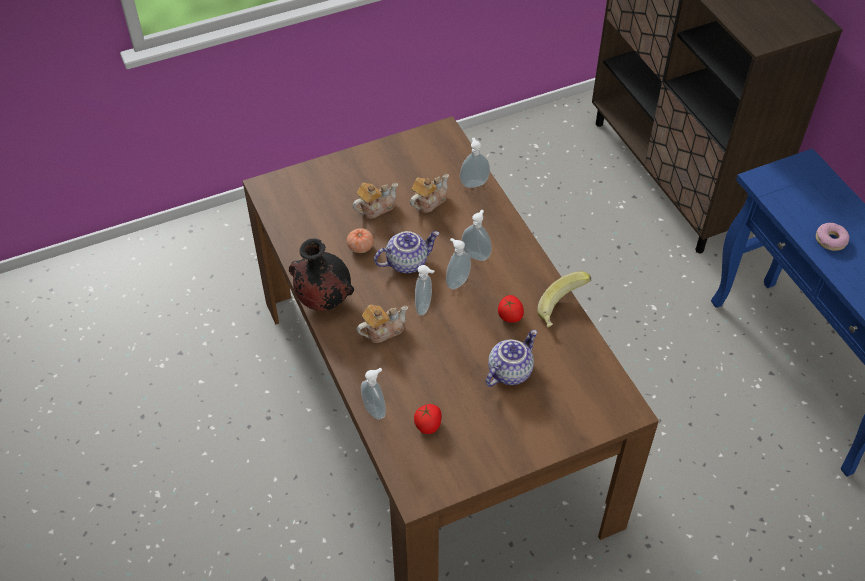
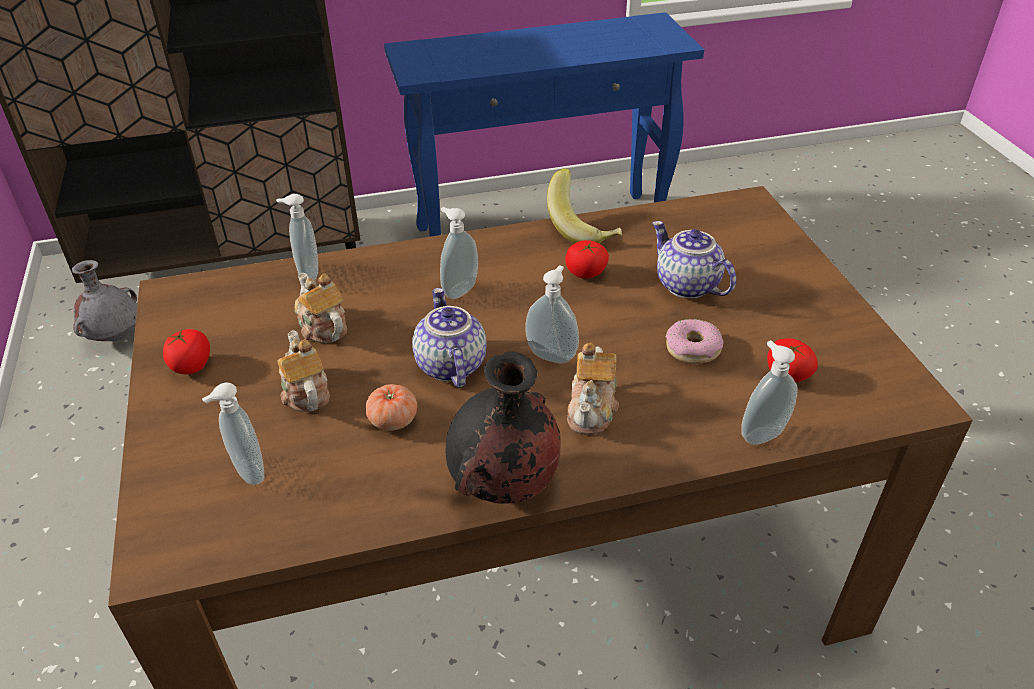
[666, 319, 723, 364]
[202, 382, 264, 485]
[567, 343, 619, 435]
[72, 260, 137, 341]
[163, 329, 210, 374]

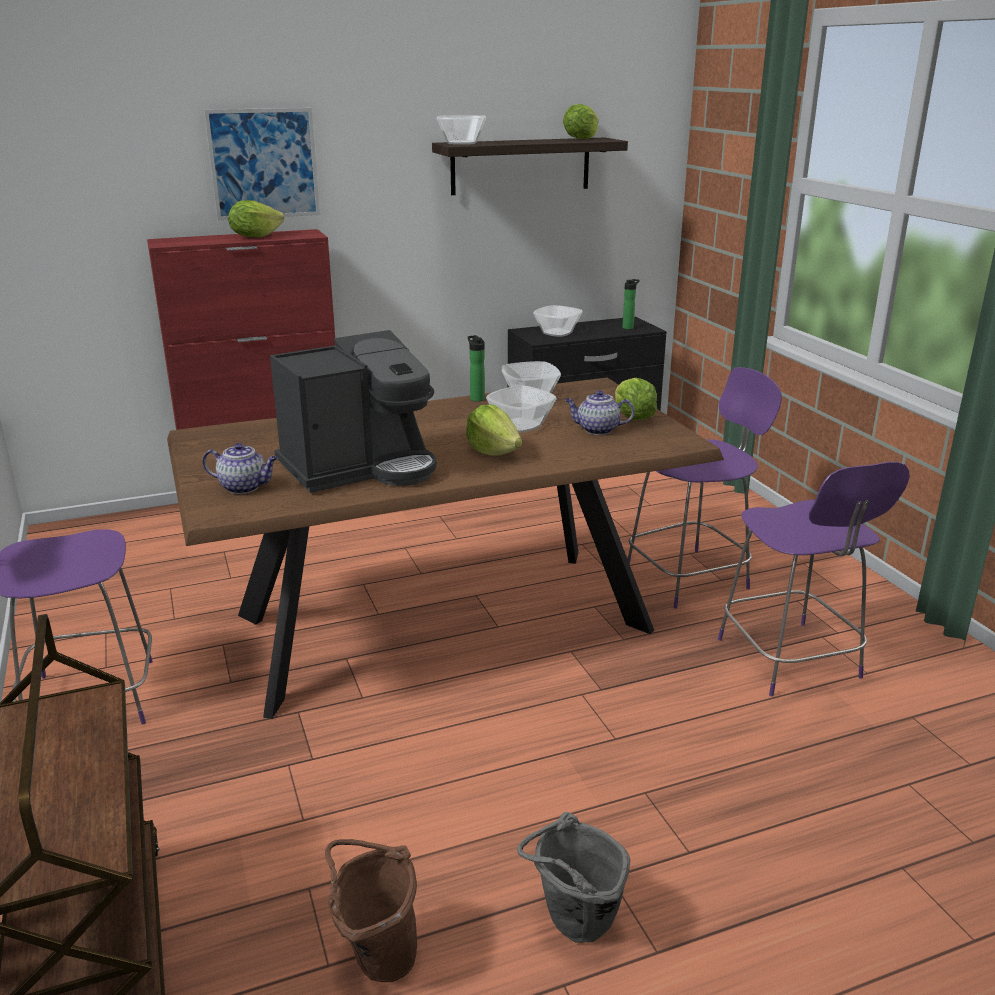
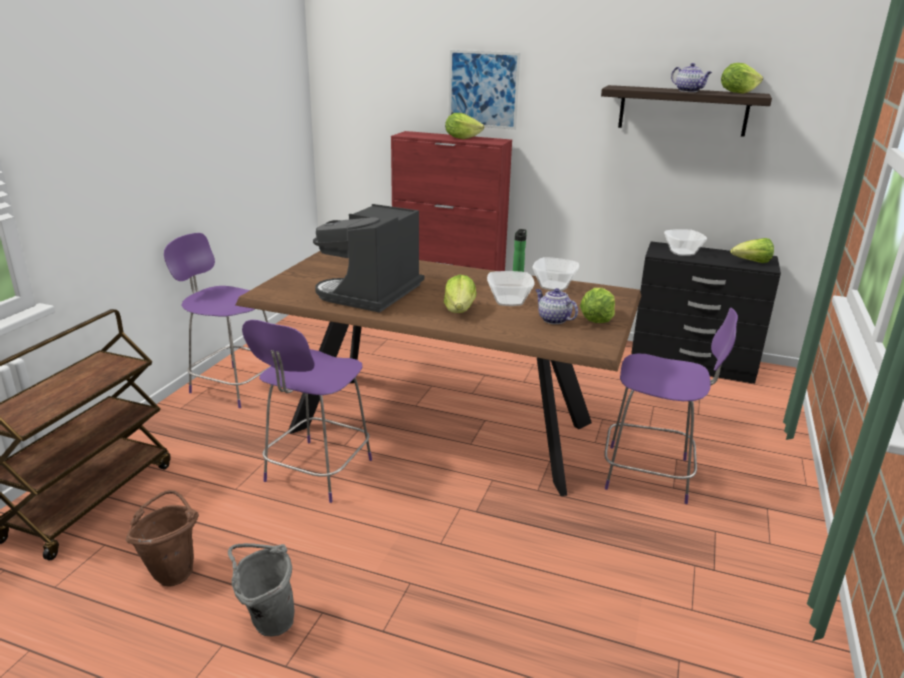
[437, 115, 486, 145] (first image)
[730, 238, 774, 263]
[313, 204, 424, 313]
[671, 63, 712, 92]
[242, 320, 372, 503]

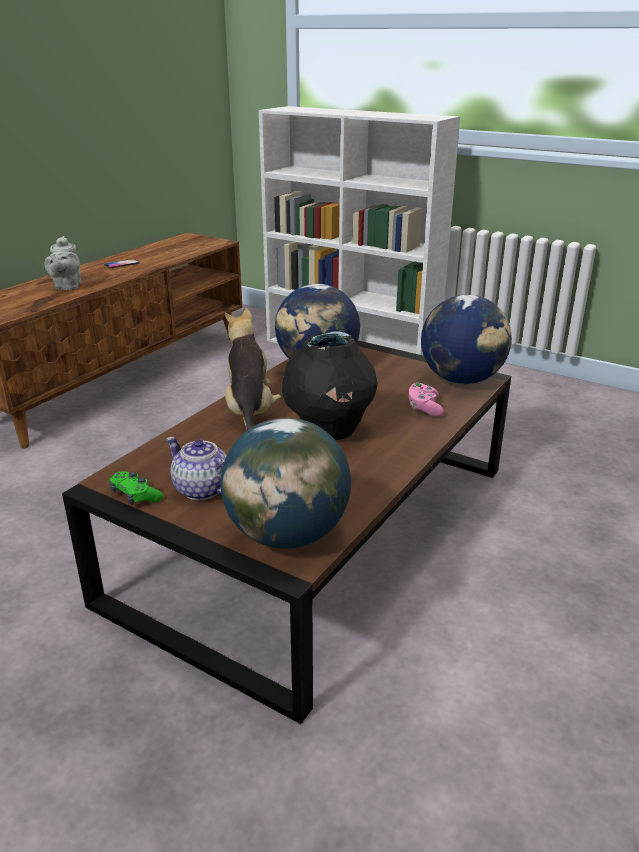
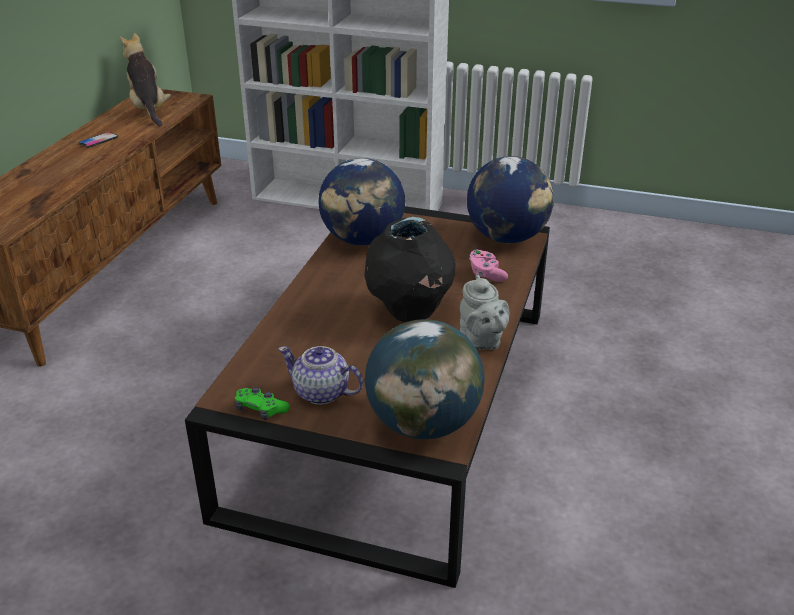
[460, 275, 510, 350]
[120, 33, 171, 126]

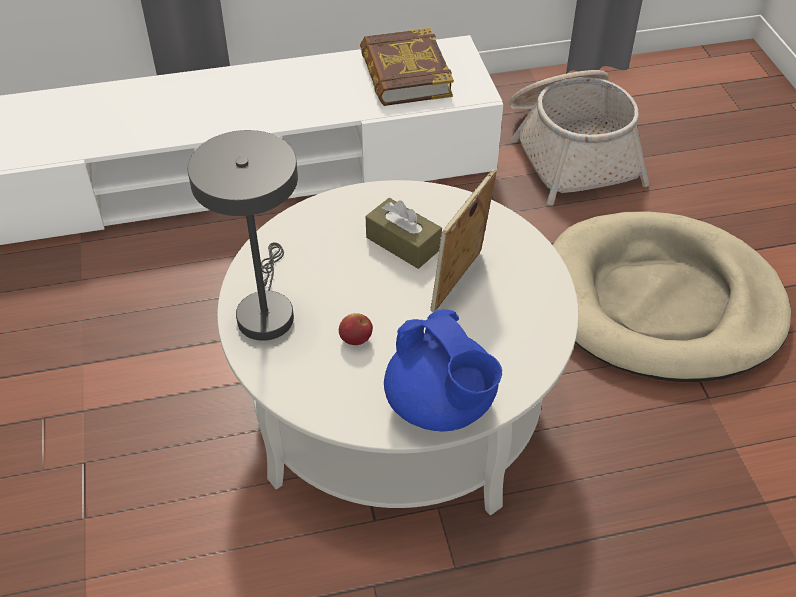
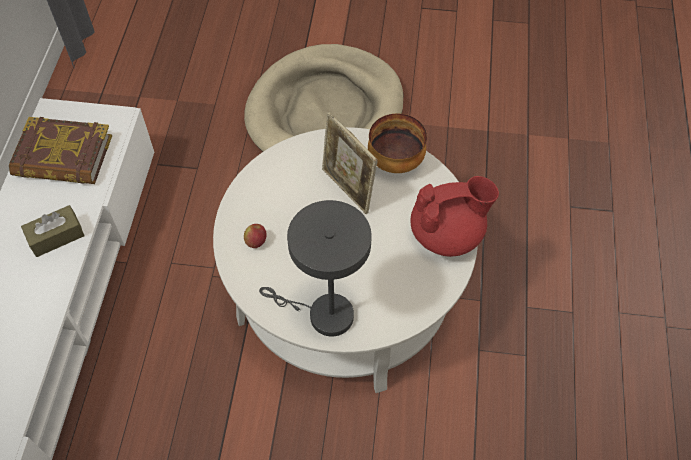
[509, 70, 650, 205] (first image)
[21, 205, 85, 257]
[411, 176, 499, 257]
[244, 224, 266, 248]
[368, 114, 427, 173]

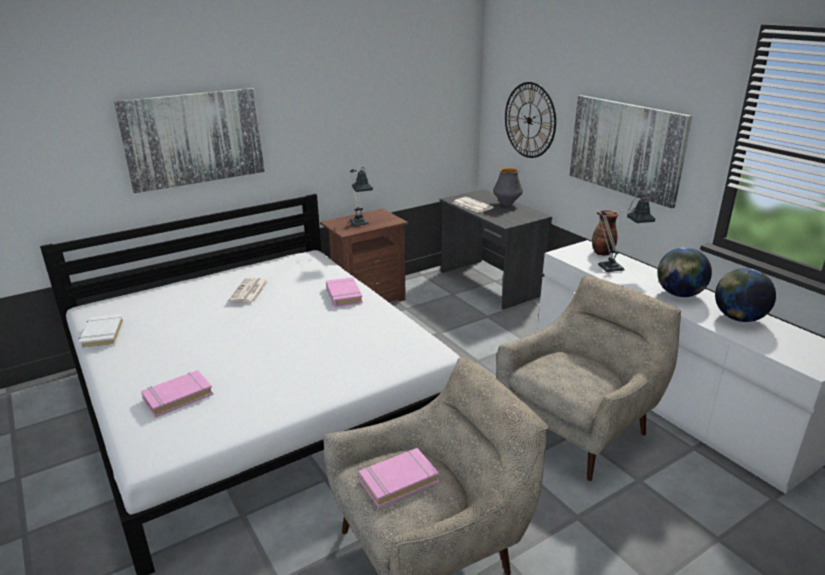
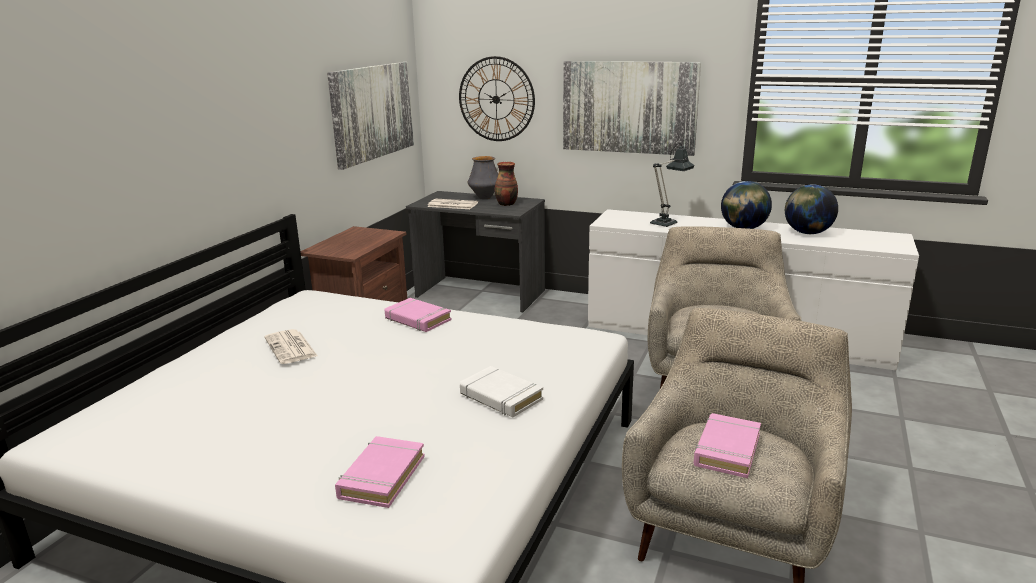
[327, 62, 414, 170]
[349, 169, 373, 226] (first image)
[495, 162, 518, 206]
[460, 366, 543, 417]

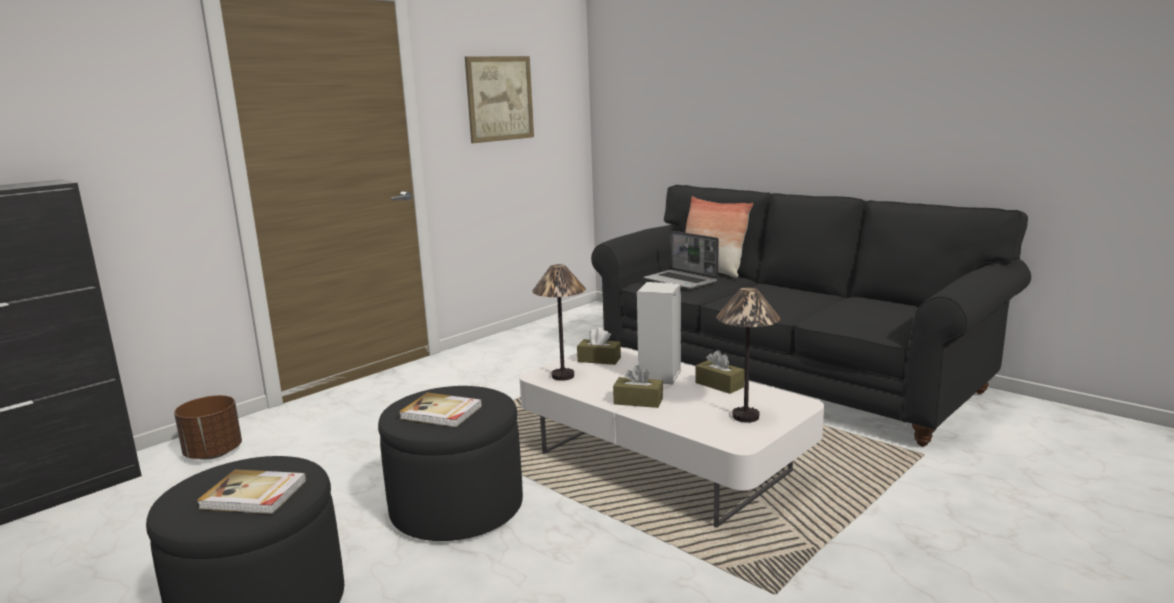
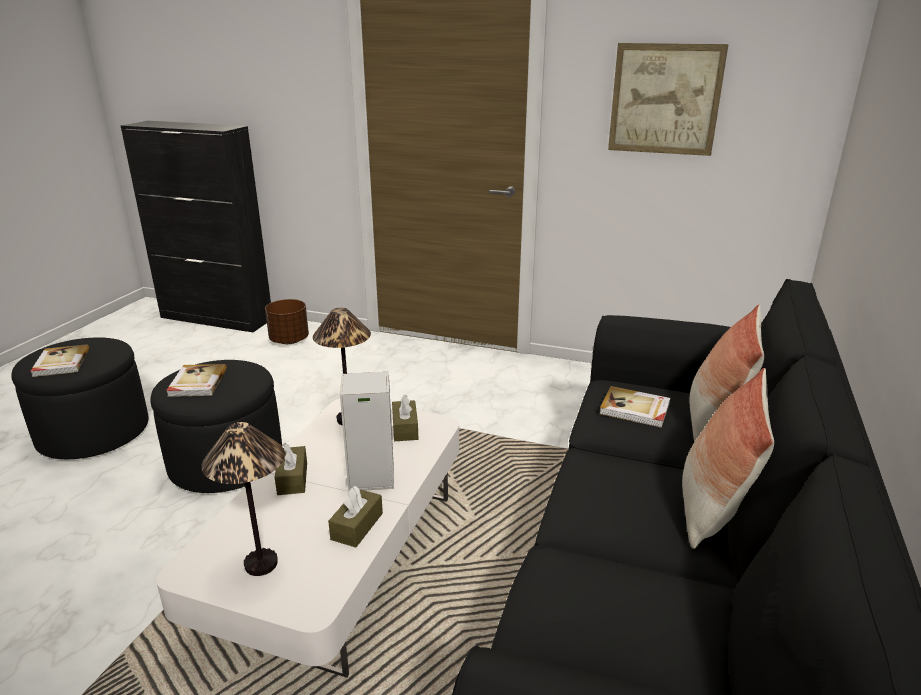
[599, 386, 670, 428]
[682, 368, 774, 549]

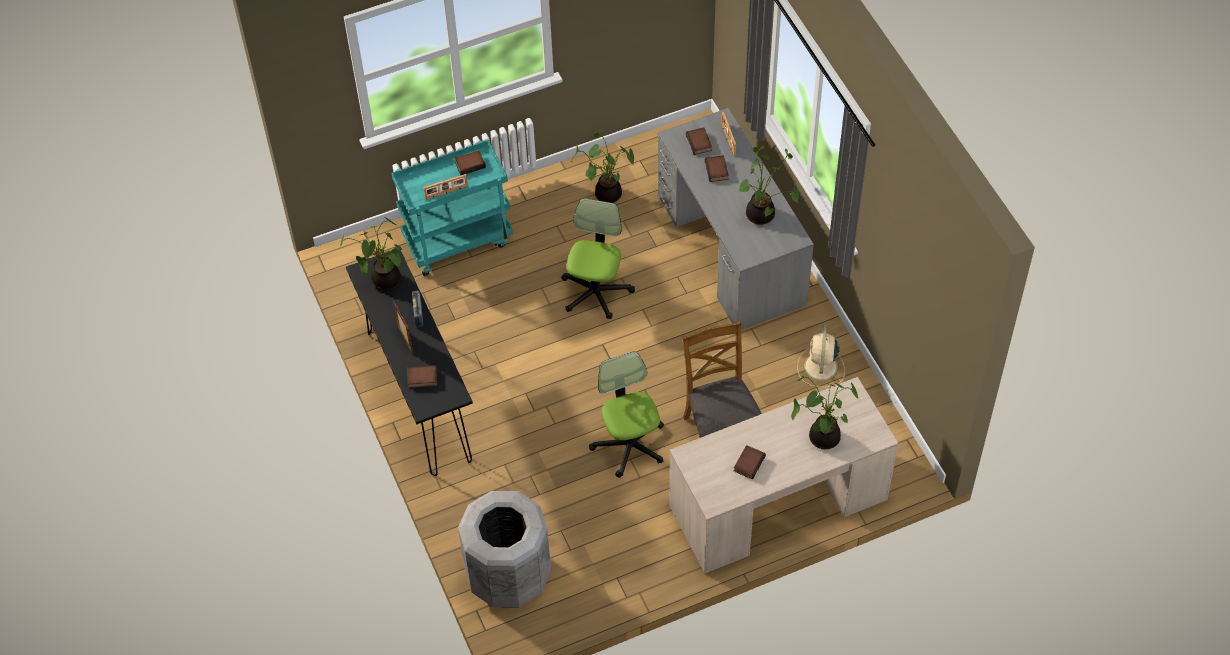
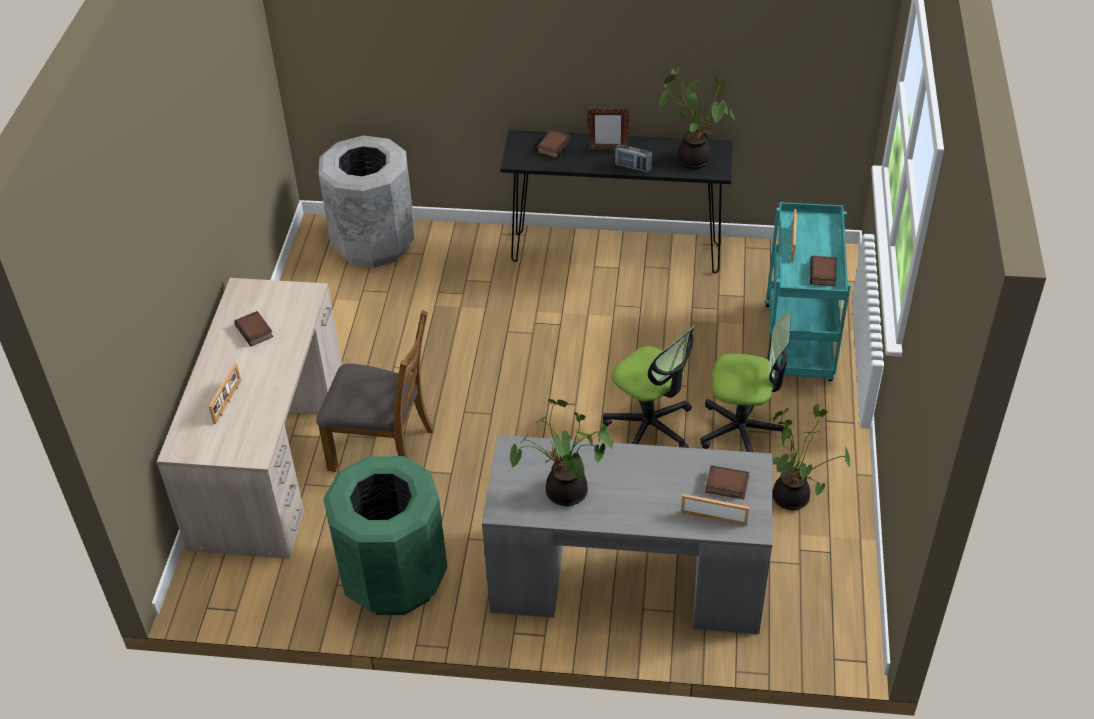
[705, 155, 729, 182] (first image)
[323, 456, 448, 615]
[701, 313, 791, 452]
[209, 363, 241, 424]

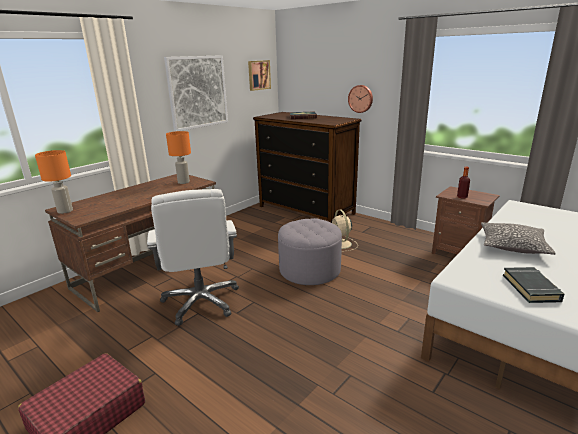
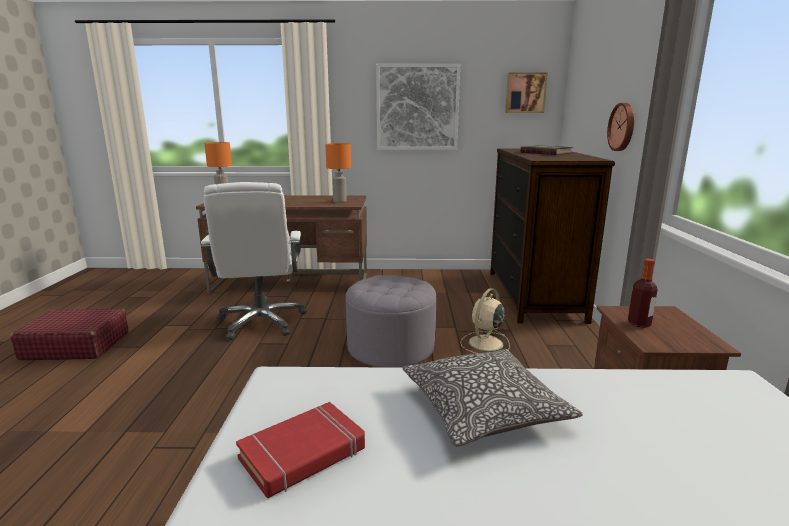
[200, 182, 307, 340]
[236, 402, 365, 498]

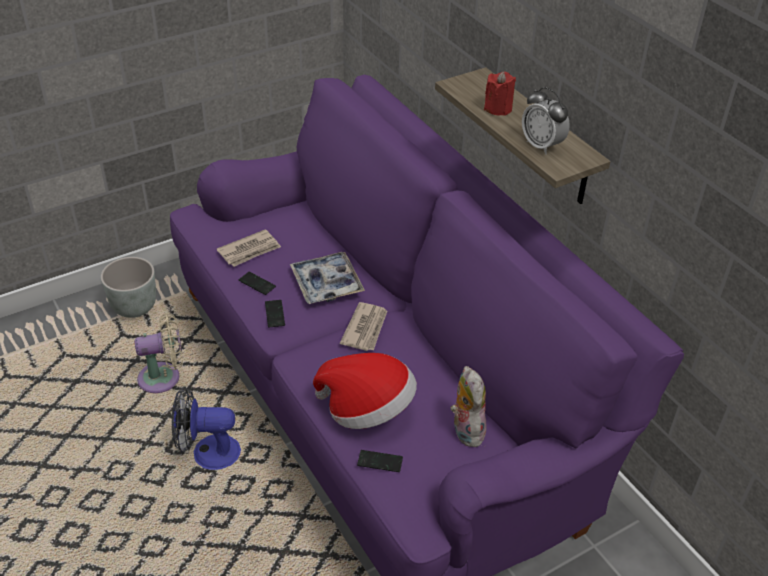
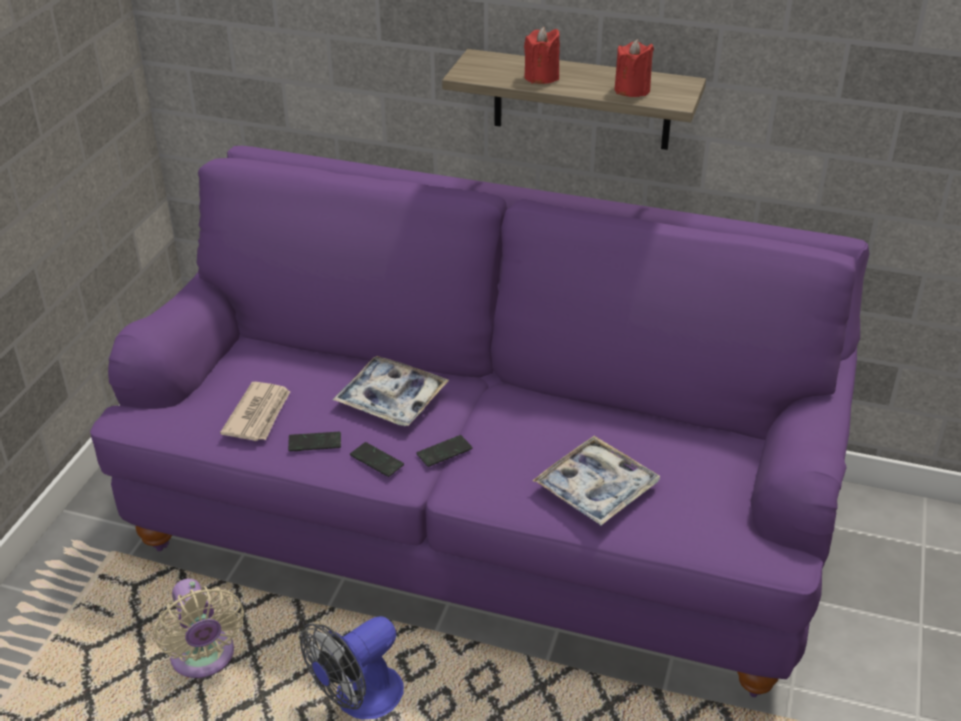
[615, 39, 654, 97]
[101, 257, 156, 318] (first image)
[340, 302, 387, 351] (first image)
[154, 578, 244, 678]
[532, 436, 660, 526]
[451, 366, 487, 447] (first image)
[416, 435, 473, 467]

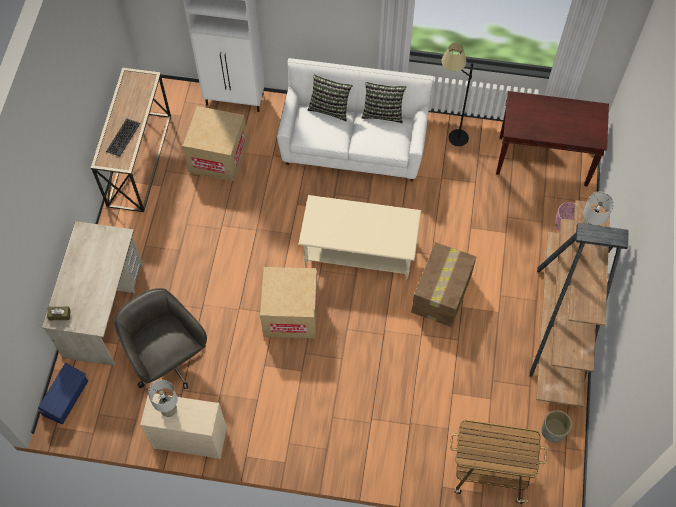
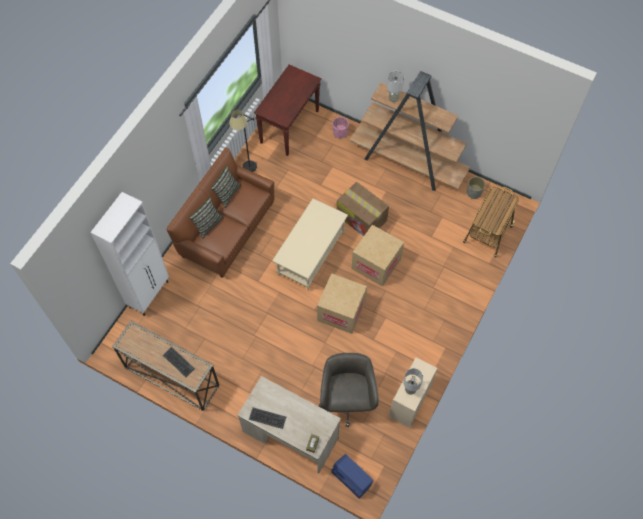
[166, 147, 274, 278]
[352, 225, 404, 287]
[319, 353, 379, 427]
[249, 408, 286, 429]

